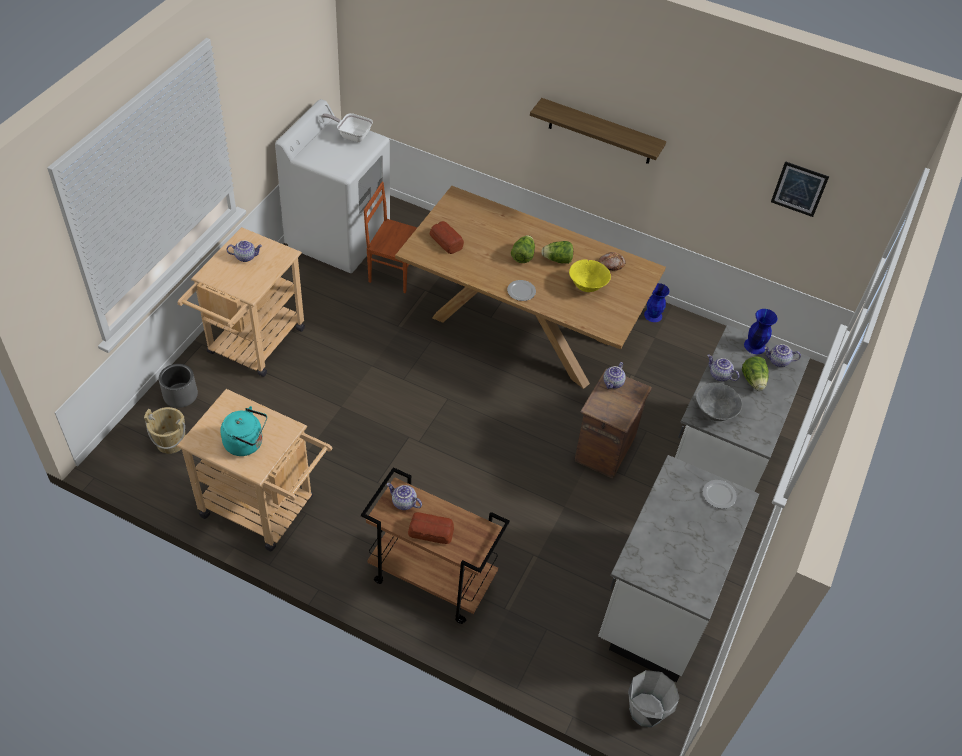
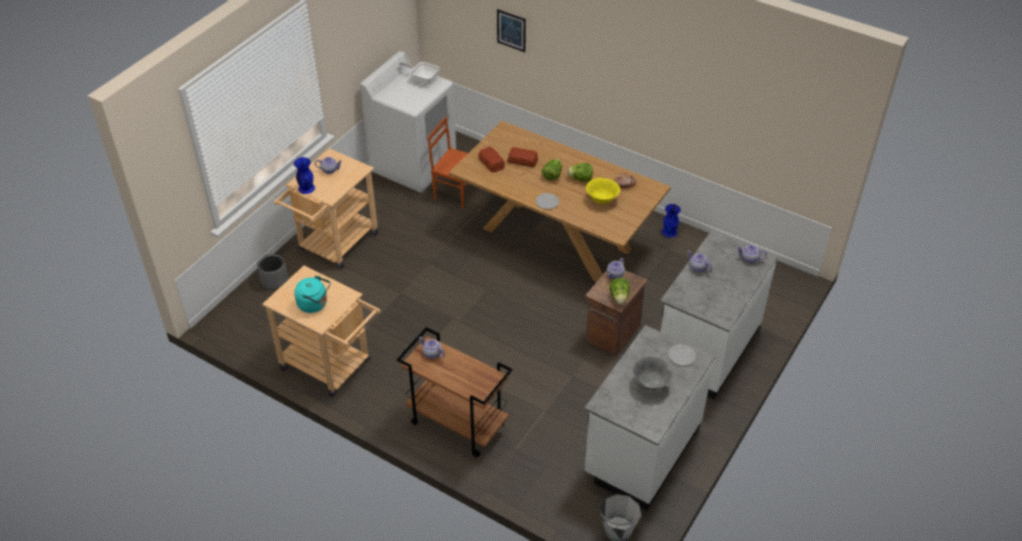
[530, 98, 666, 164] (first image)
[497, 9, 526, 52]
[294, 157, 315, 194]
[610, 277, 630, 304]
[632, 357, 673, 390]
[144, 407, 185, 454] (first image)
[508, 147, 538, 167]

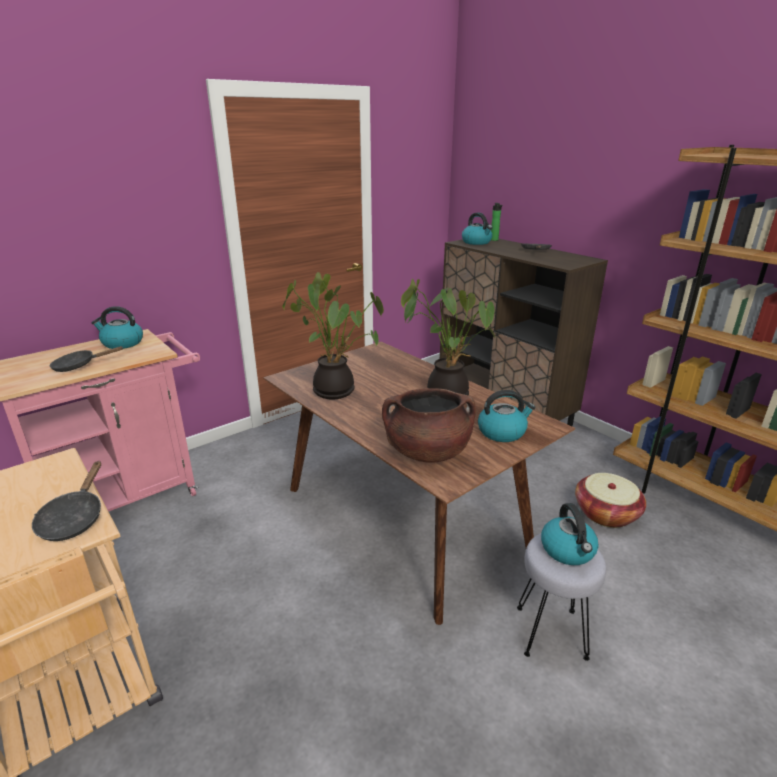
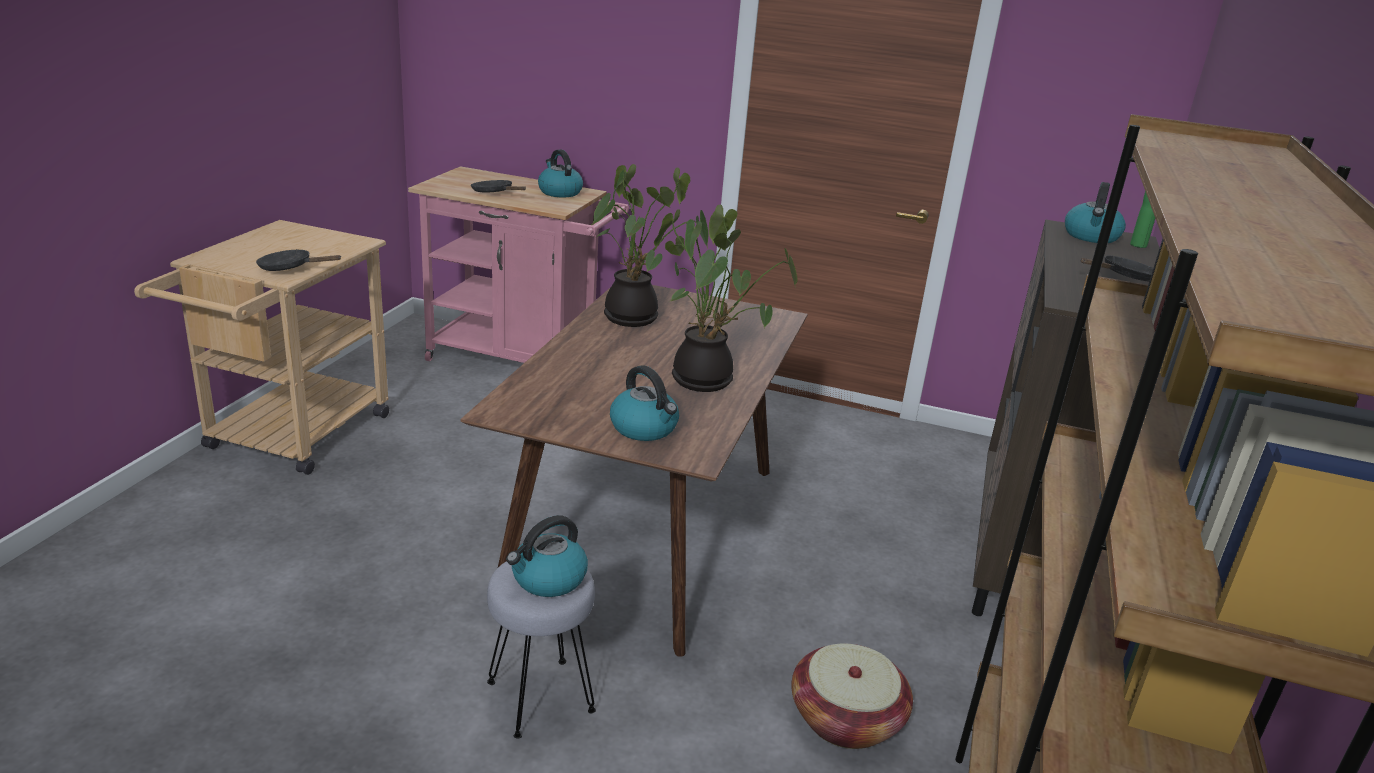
[382, 388, 476, 463] (first image)
[256, 249, 341, 271]

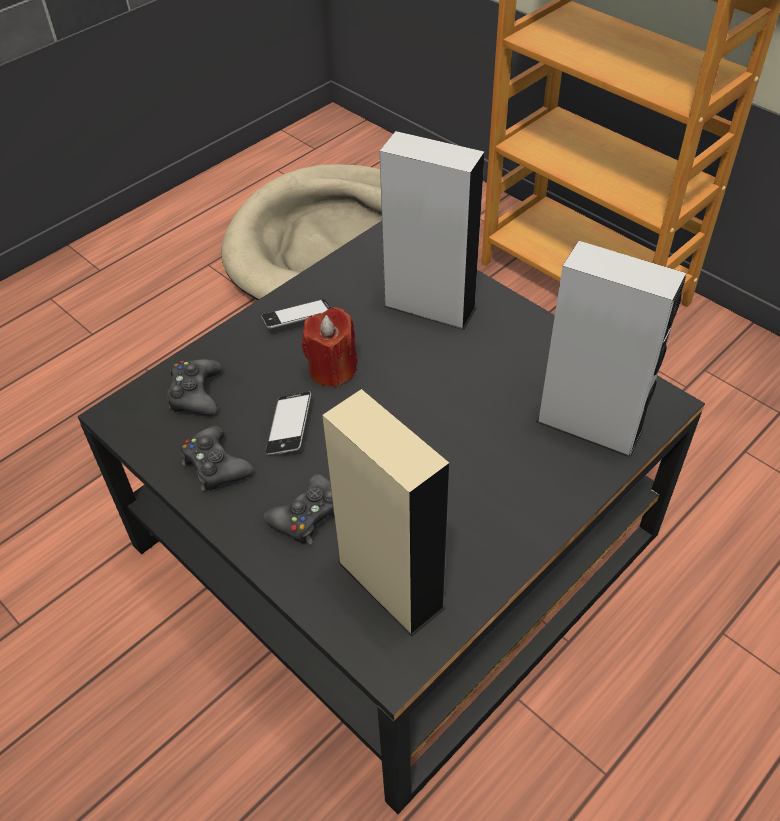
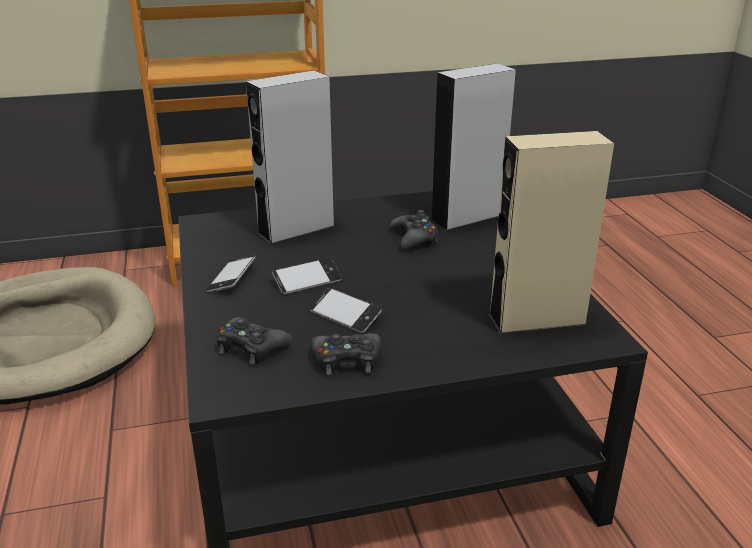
[272, 258, 342, 295]
[390, 210, 438, 250]

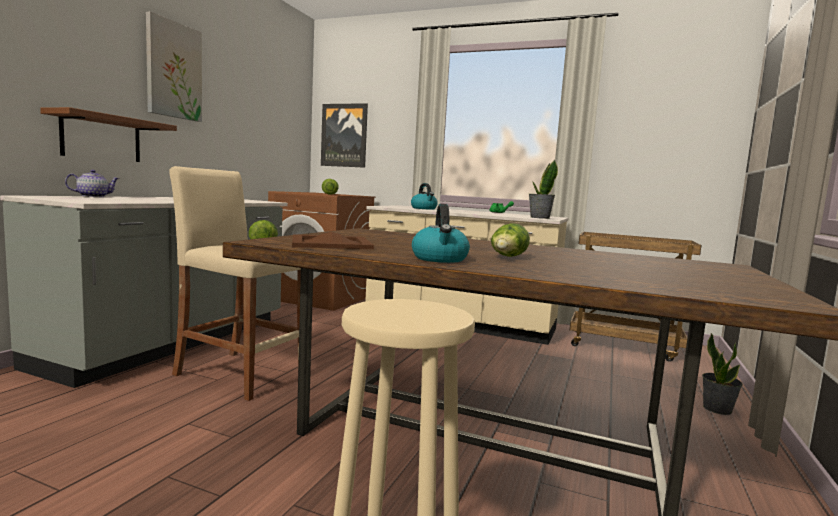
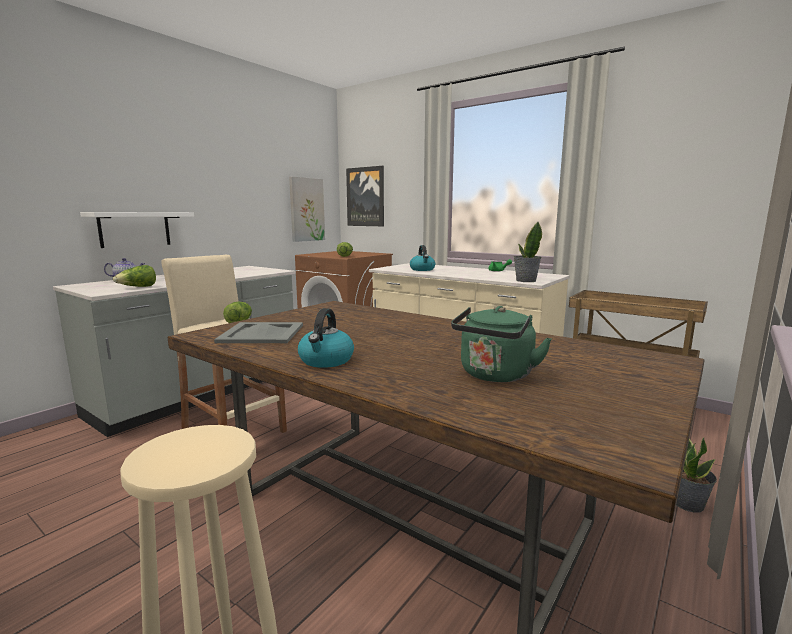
[289, 177, 325, 242]
[80, 212, 194, 248]
[113, 265, 156, 287]
[214, 322, 303, 343]
[451, 306, 552, 382]

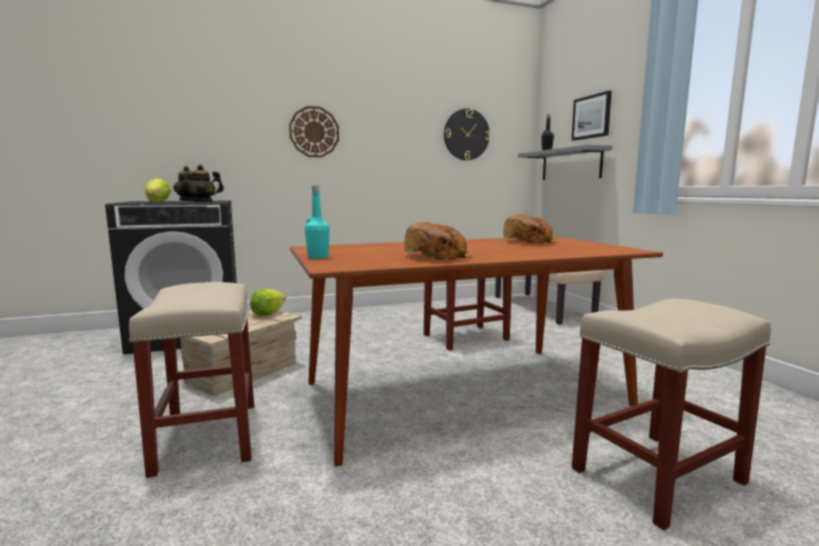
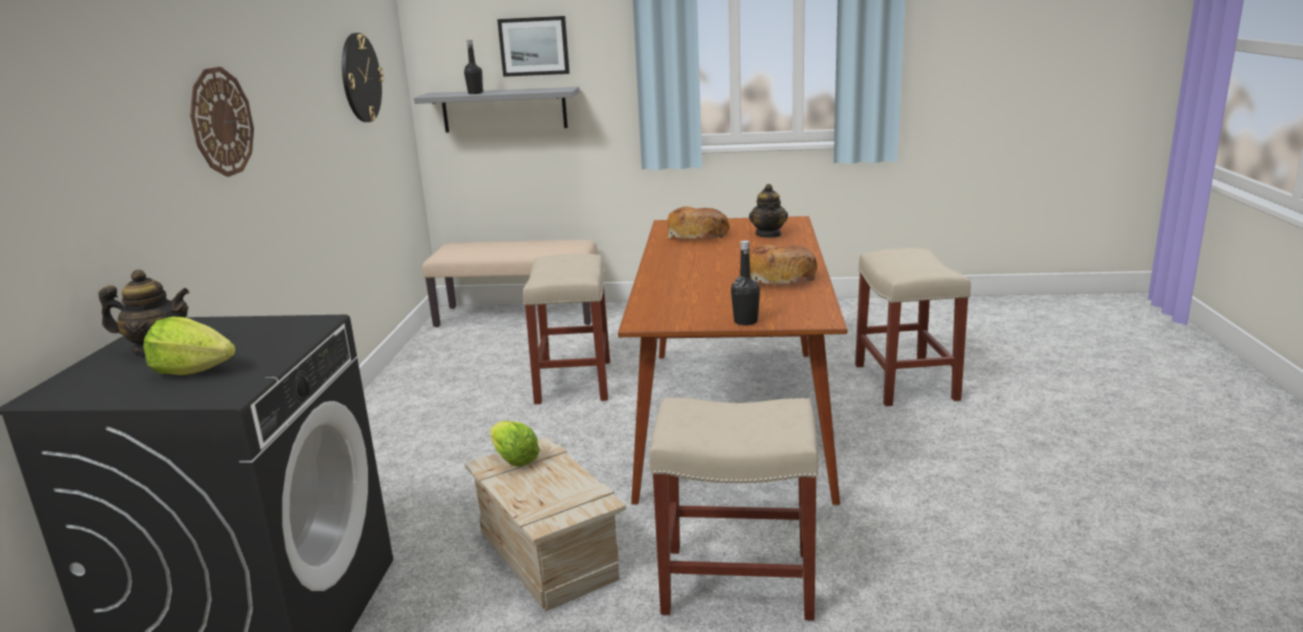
[749, 184, 788, 238]
[731, 240, 760, 326]

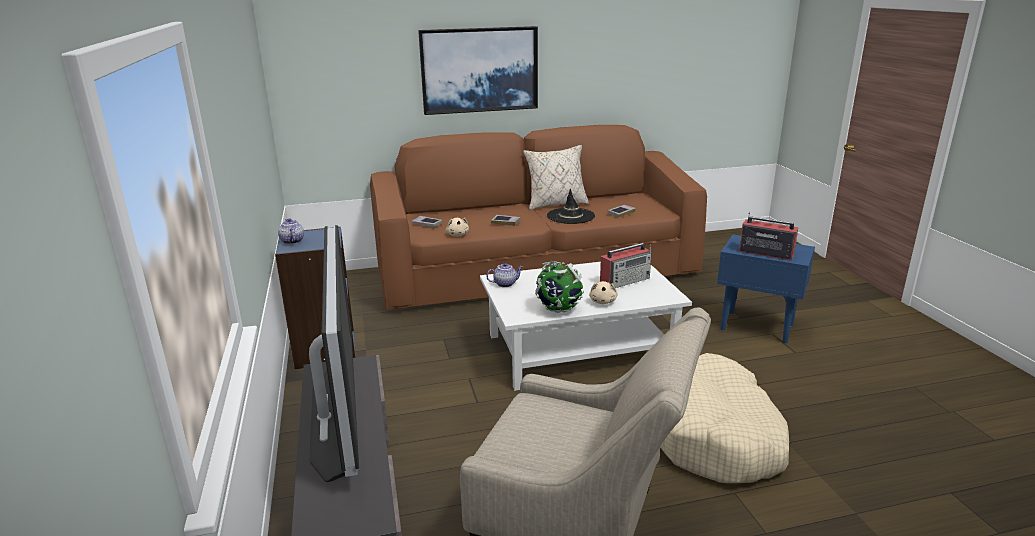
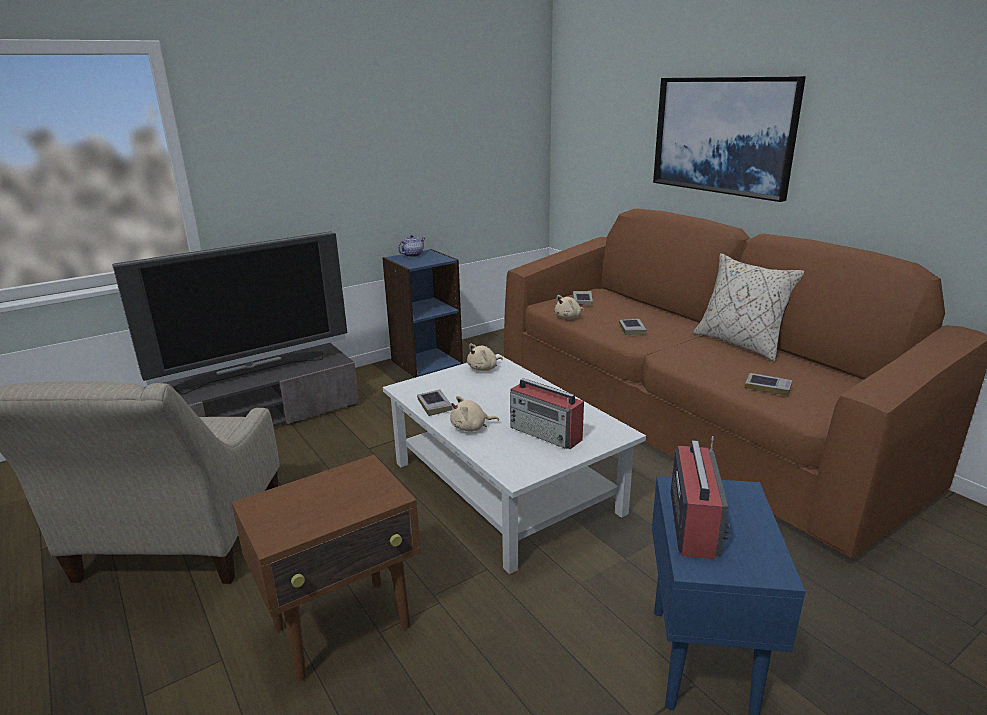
[547, 188, 595, 224] (first image)
[417, 390, 453, 416]
[467, 344, 503, 371]
[231, 455, 421, 681]

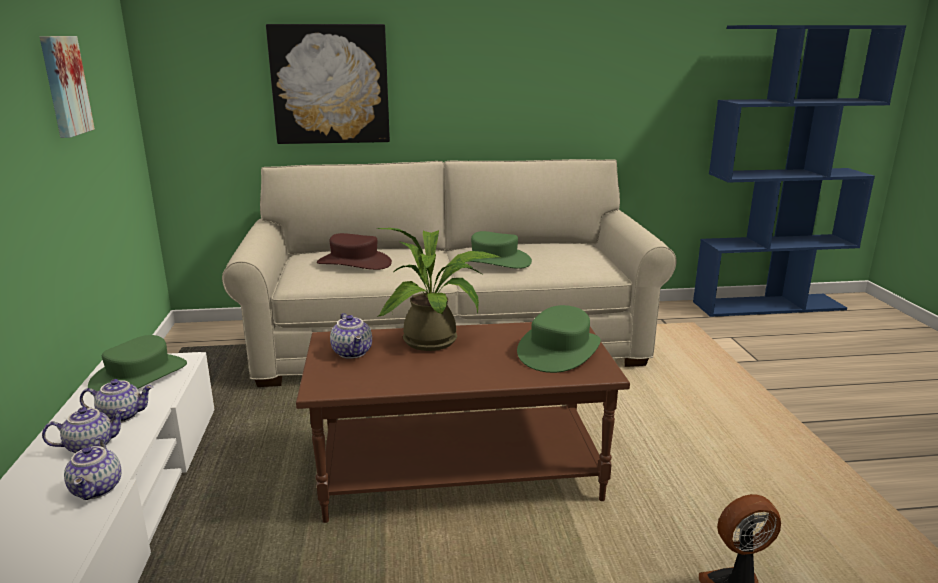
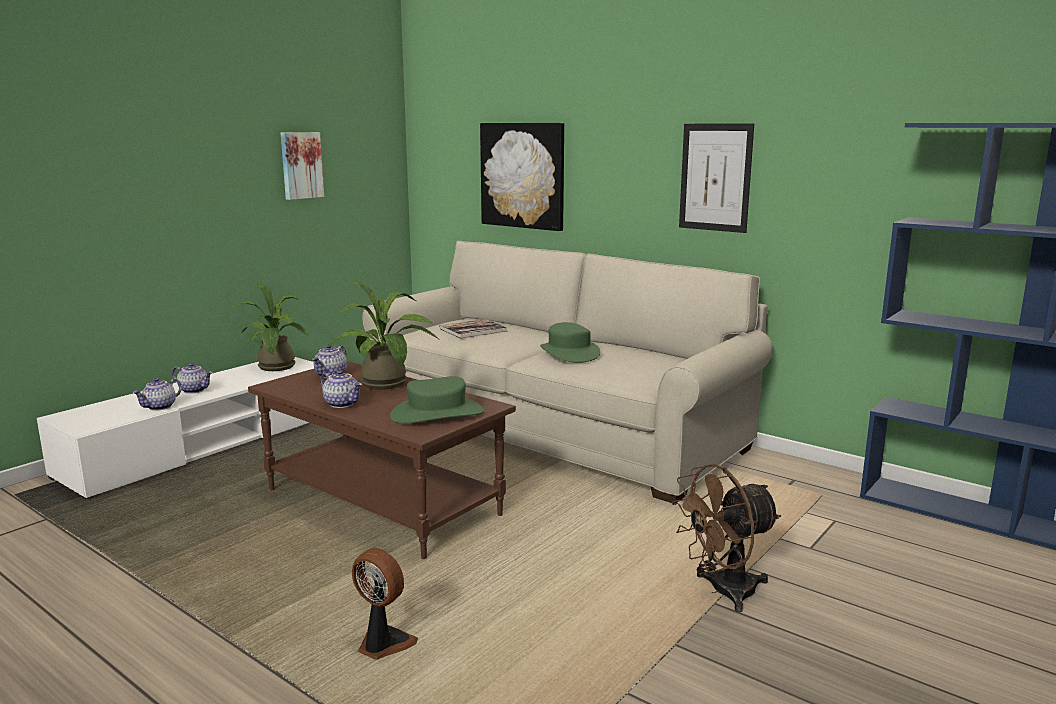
[439, 319, 507, 339]
[232, 283, 308, 371]
[320, 370, 362, 408]
[679, 124, 754, 233]
[672, 464, 781, 612]

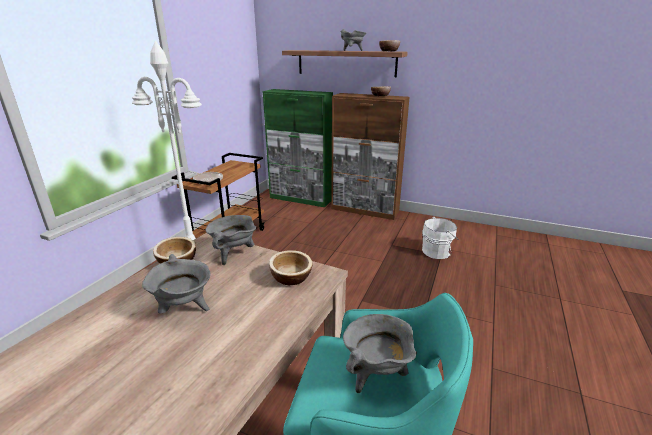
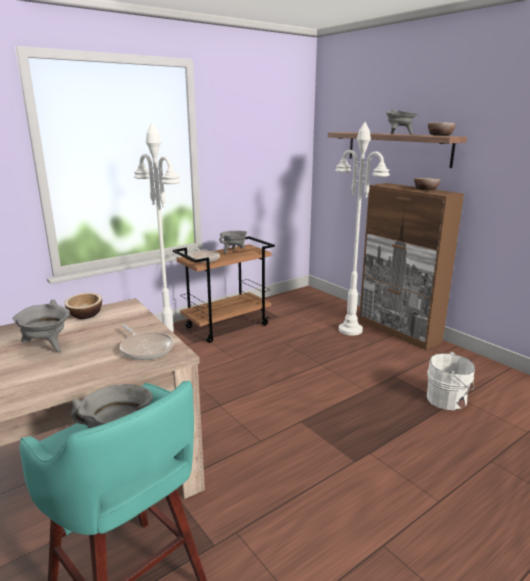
[263, 89, 333, 207] (first image)
[219, 231, 247, 254]
[120, 324, 174, 360]
[335, 122, 390, 336]

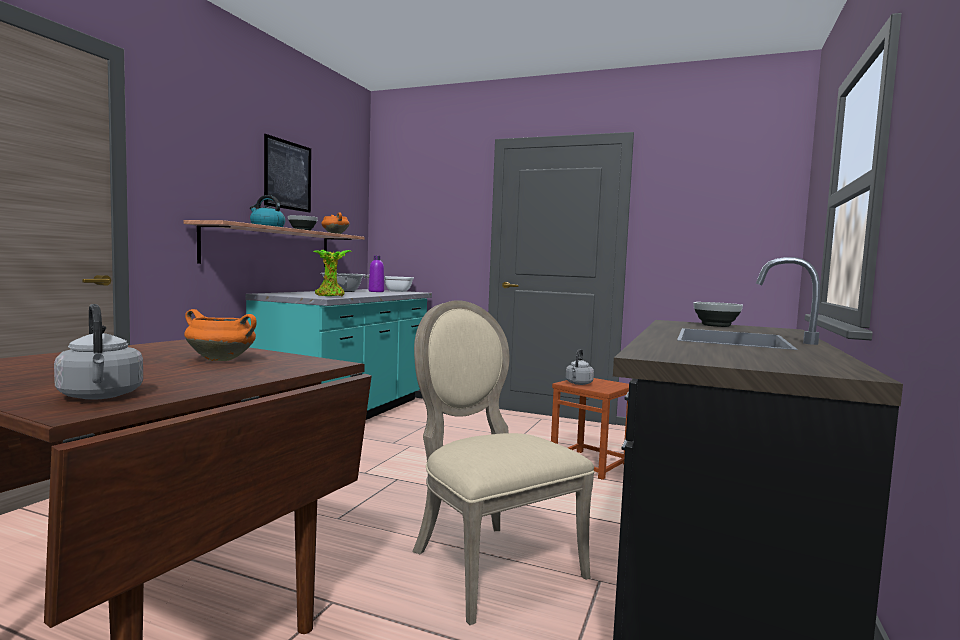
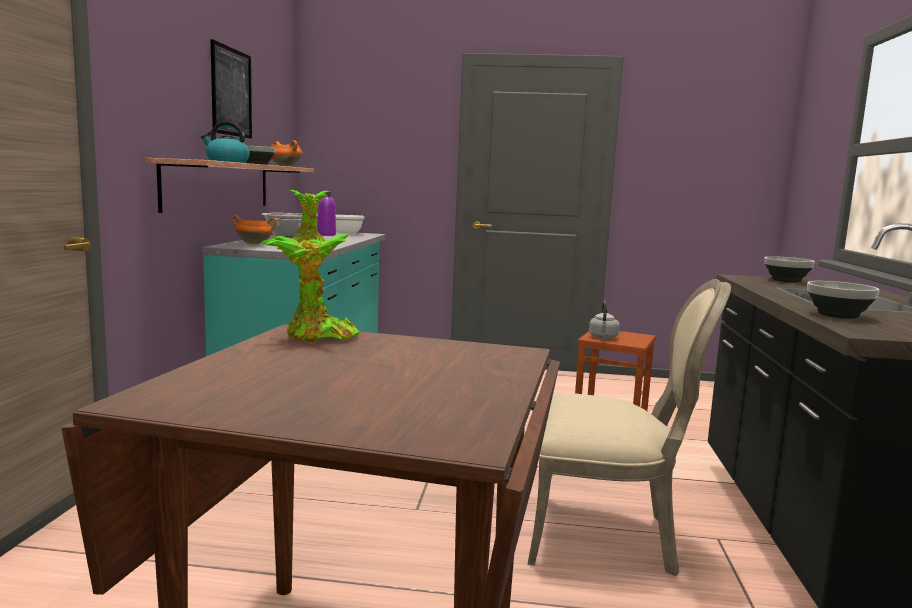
[528, 279, 731, 576]
[54, 304, 143, 400] (first image)
[231, 215, 277, 244]
[259, 234, 360, 344]
[807, 281, 879, 319]

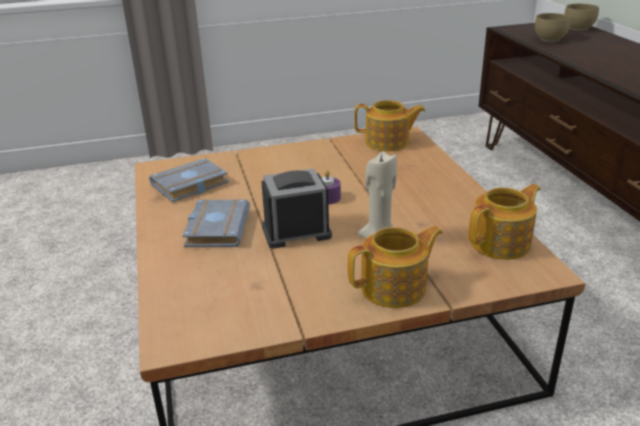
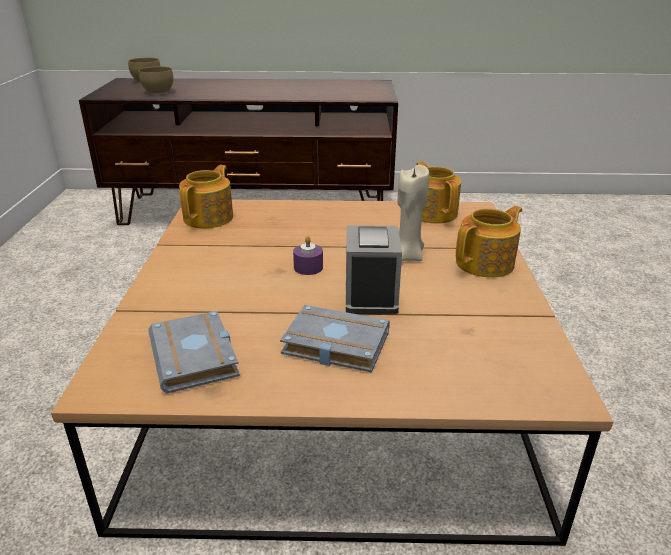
[456, 206, 522, 278]

